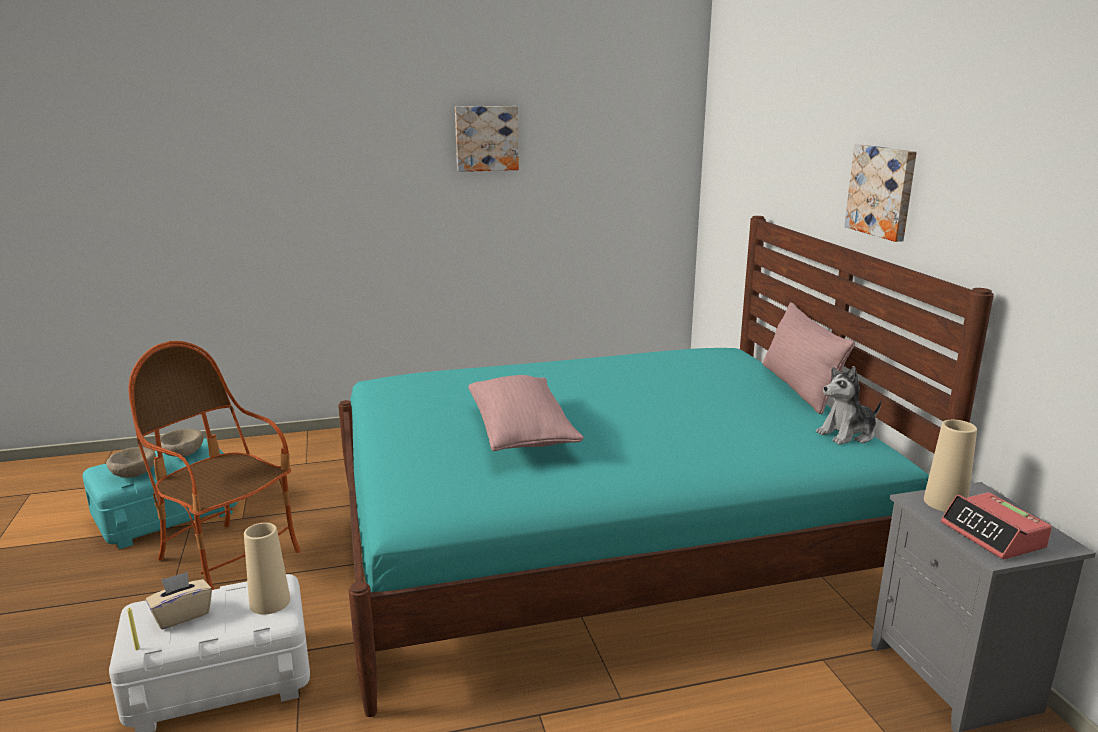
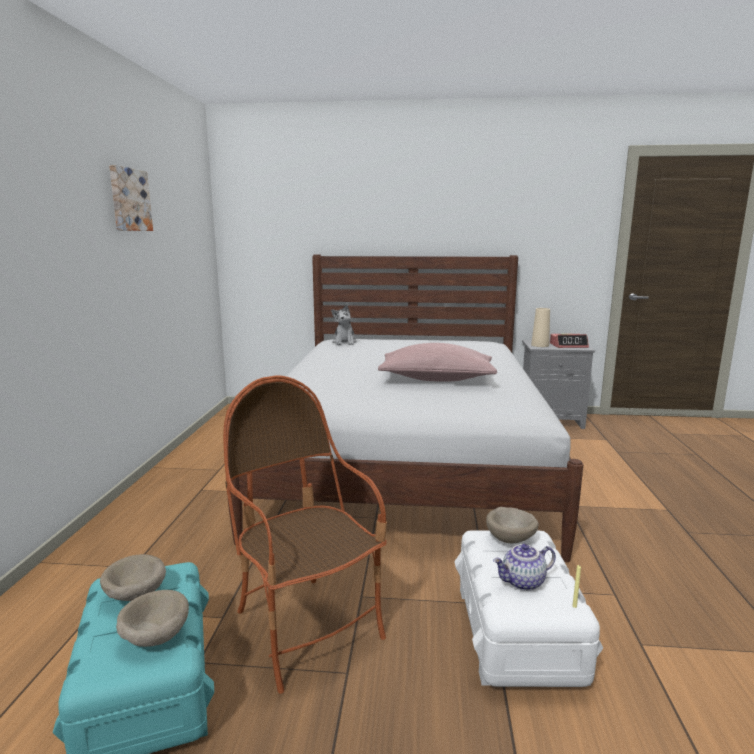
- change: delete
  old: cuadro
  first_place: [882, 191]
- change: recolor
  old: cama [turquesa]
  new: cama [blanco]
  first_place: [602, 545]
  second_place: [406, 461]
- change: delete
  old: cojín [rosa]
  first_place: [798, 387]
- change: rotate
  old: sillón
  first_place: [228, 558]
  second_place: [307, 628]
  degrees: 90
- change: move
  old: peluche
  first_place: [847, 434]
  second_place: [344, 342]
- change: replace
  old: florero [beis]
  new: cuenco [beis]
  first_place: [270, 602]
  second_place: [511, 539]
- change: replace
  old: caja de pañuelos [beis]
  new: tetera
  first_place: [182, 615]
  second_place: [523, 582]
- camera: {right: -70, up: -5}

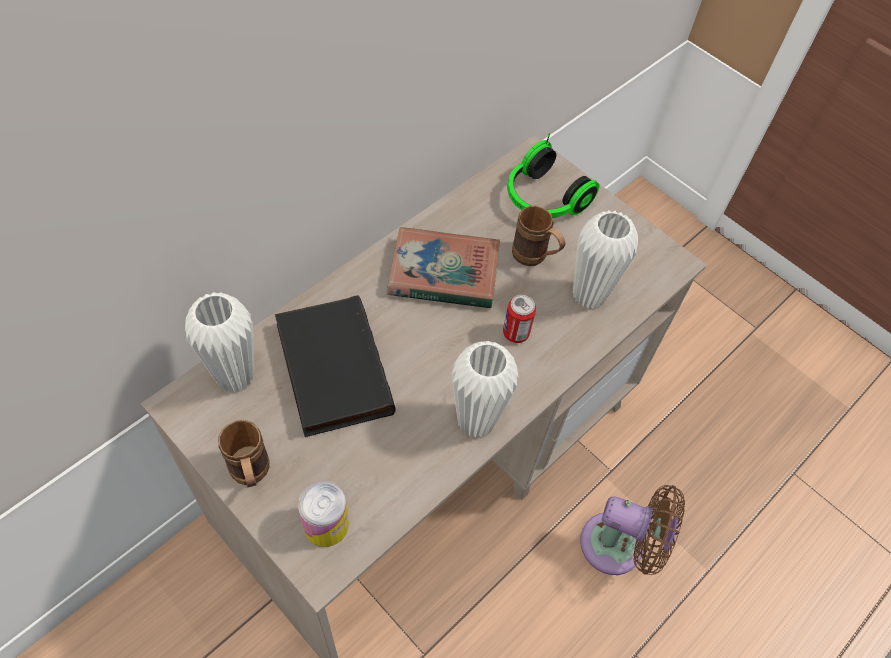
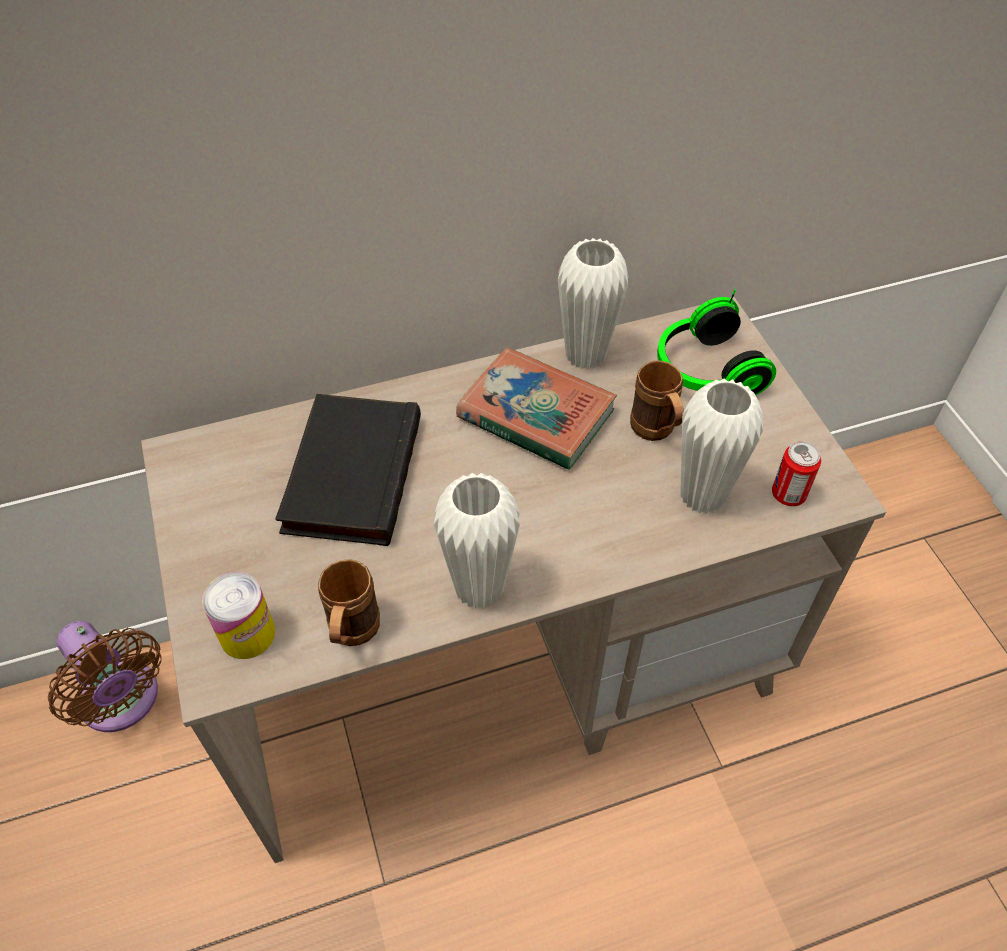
- change: move
  old: florero [blanco]
  first_place: [235, 376]
  second_place: [585, 355]
- change: move
  old: lata
  first_place: [515, 333]
  second_place: [788, 494]
- change: move
  old: taza grande [marrón]
  first_place: [251, 476]
  second_place: [351, 636]
- change: move
  old: ventilador [marrón]
  first_place: [619, 547]
  second_place: [123, 702]
- camera: {right: 30, up: -5}

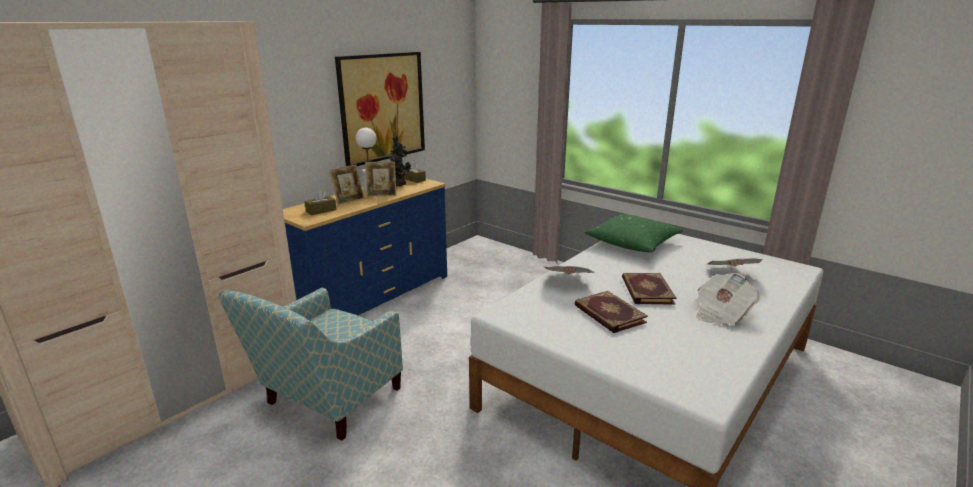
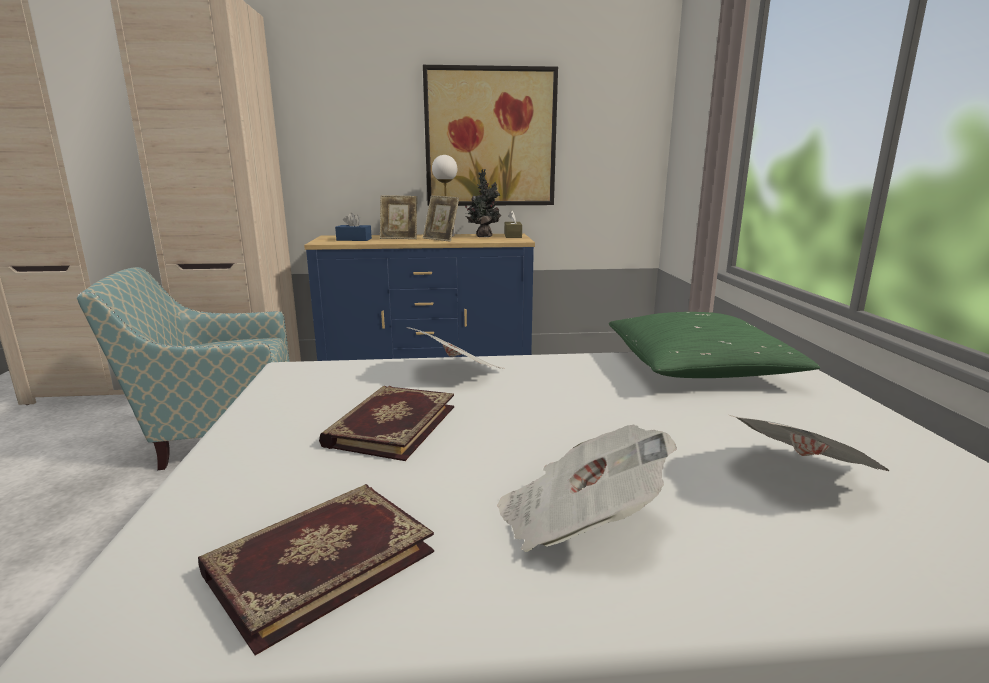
- change: recolor
  old: caja de pañuelos [marrón]
  new: caja de pañuelos [azul]
  first_place: [321, 211]
  second_place: [354, 239]
- change: move
  old: libro
  first_place: [646, 291]
  second_place: [319, 561]
- camera: {right: 45, up: -5}

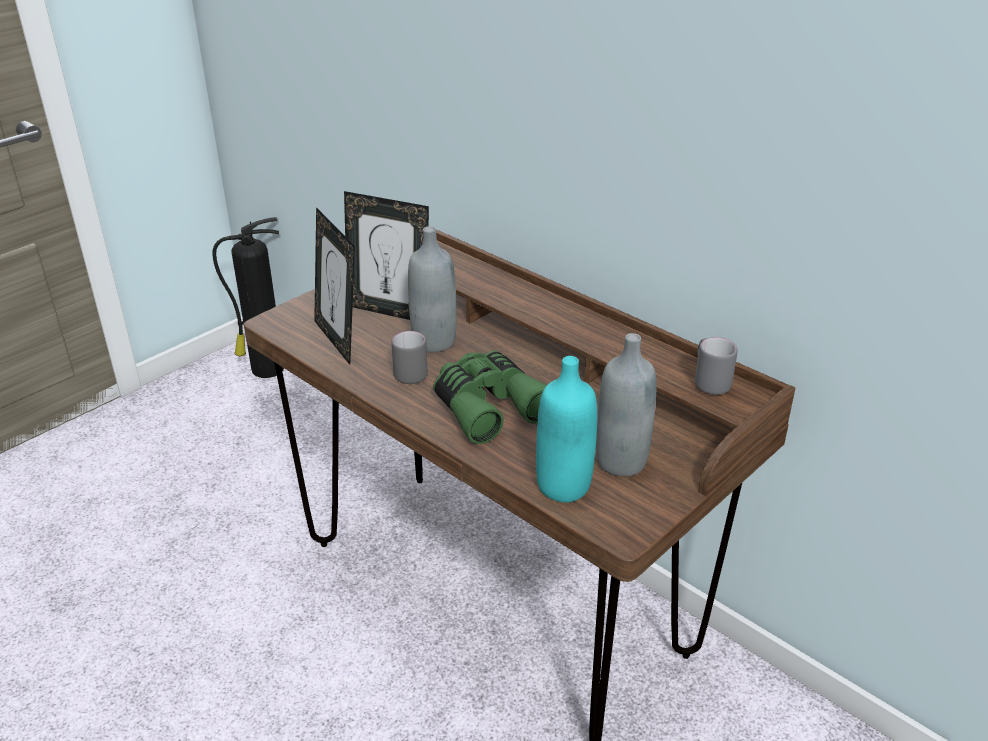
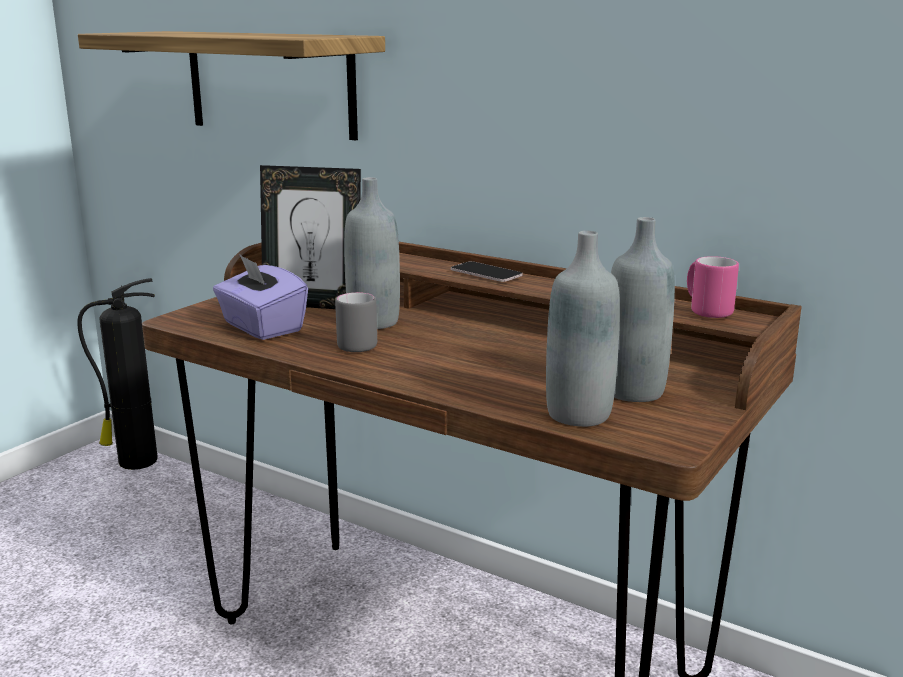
- change: replace
  old: portarretratos
  new: caja de pañuelos [morado]
  first_place: [339, 340]
  second_place: [261, 327]
- change: recolor
  old: taza grande [gris]
  new: taza grande [rosa]
  first_place: [709, 382]
  second_place: [706, 311]
- change: delete
  old: prismáticos [verde]
  first_place: [488, 406]
- change: recolor
  old: botella [turquesa]
  new: botella [gris]
  first_place: [563, 486]
  second_place: [579, 414]
- change: insert
  new: estante
  second_place: [270, 83]
- change: insert
  new: móvil
  second_place: [486, 273]
- camera: {right: -10, up: -15}

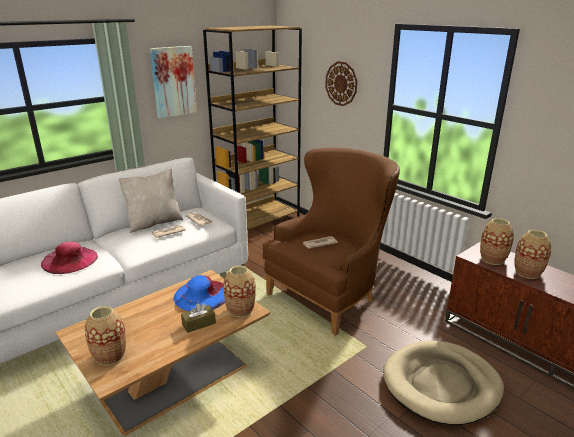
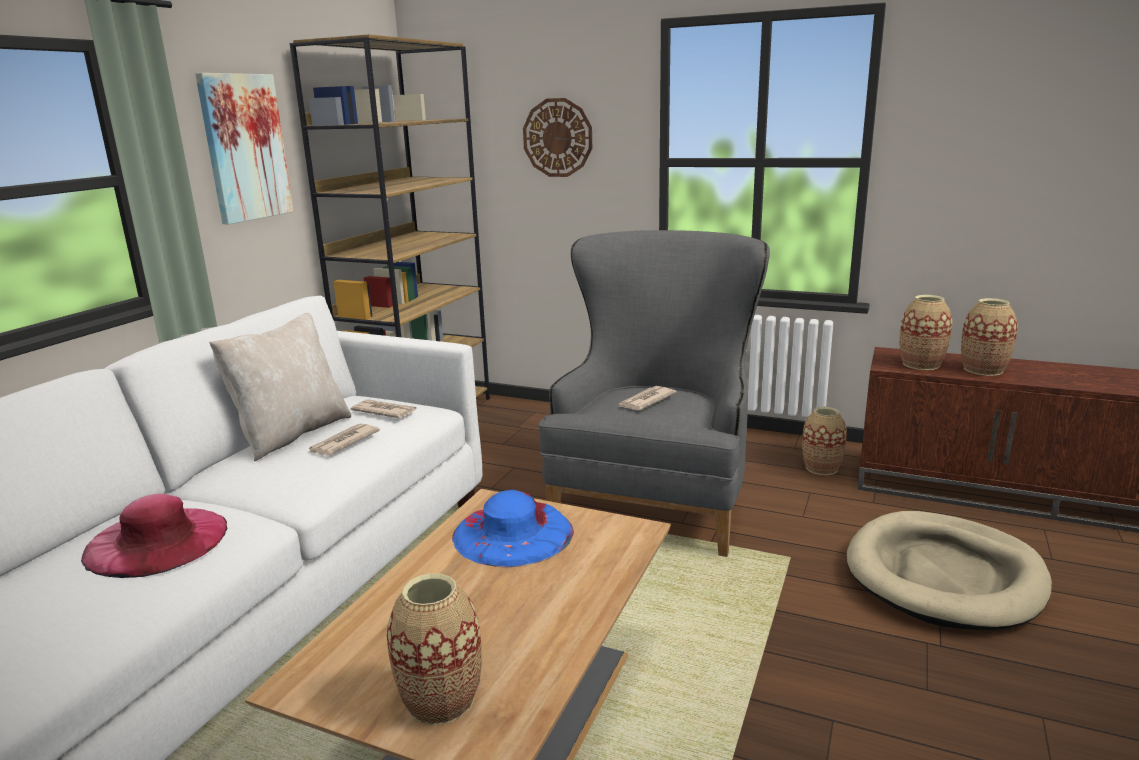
- change: recolor
  old: sillón [marrón]
  new: sillón [gris]
  first_place: [330, 295]
  second_place: [657, 500]
- change: move
  old: florero
  first_place: [240, 310]
  second_place: [821, 468]
- change: delete
  old: caja de pañuelos [marrón]
  first_place: [199, 324]
- camera: {right: -25, up: -5}

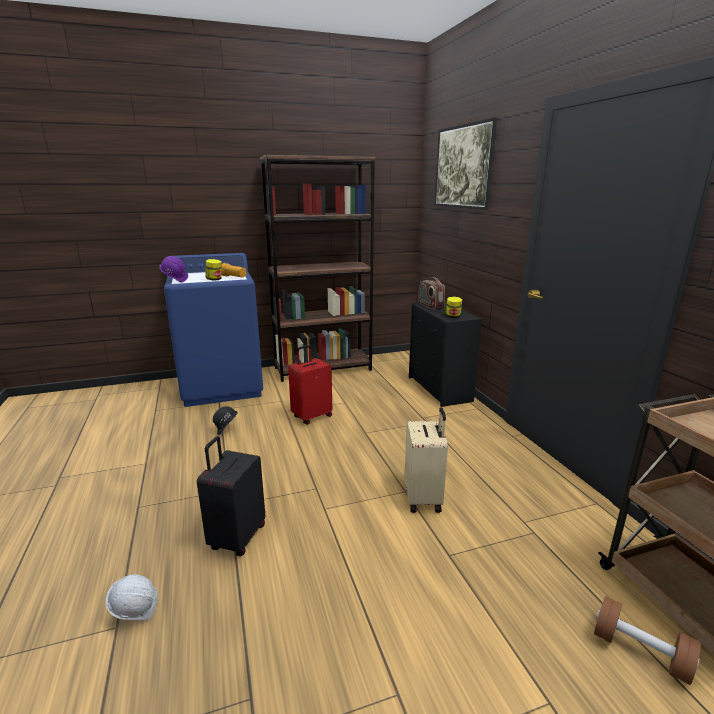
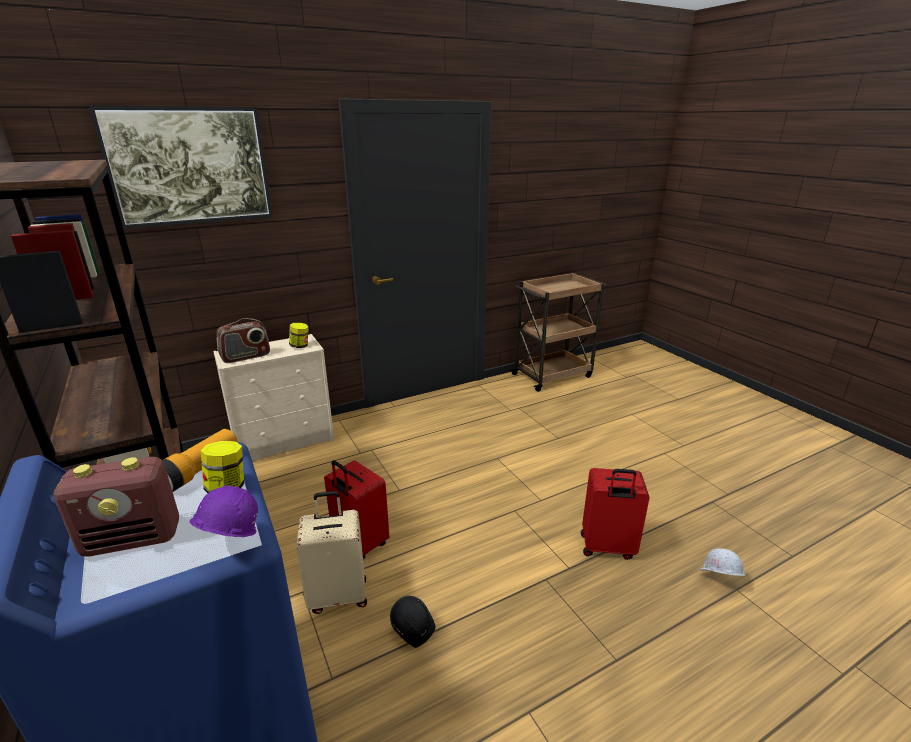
- change: recolor
  old: cómoda [negro]
  new: cómoda [beis]
  first_place: [439, 389]
  second_place: [285, 442]
- change: move
  old: maleta [beis]
  first_place: [424, 498]
  second_place: [338, 595]
- change: recolor
  old: maleta [negro]
  new: maleta [rojo]
  first_place: [236, 538]
  second_place: [607, 547]
- change: delete
  old: mancuerna [marrón]
  first_place: [640, 651]
- change: insert
  new: radio
  second_place: [134, 539]
- camera: {right: -100, up: 5}

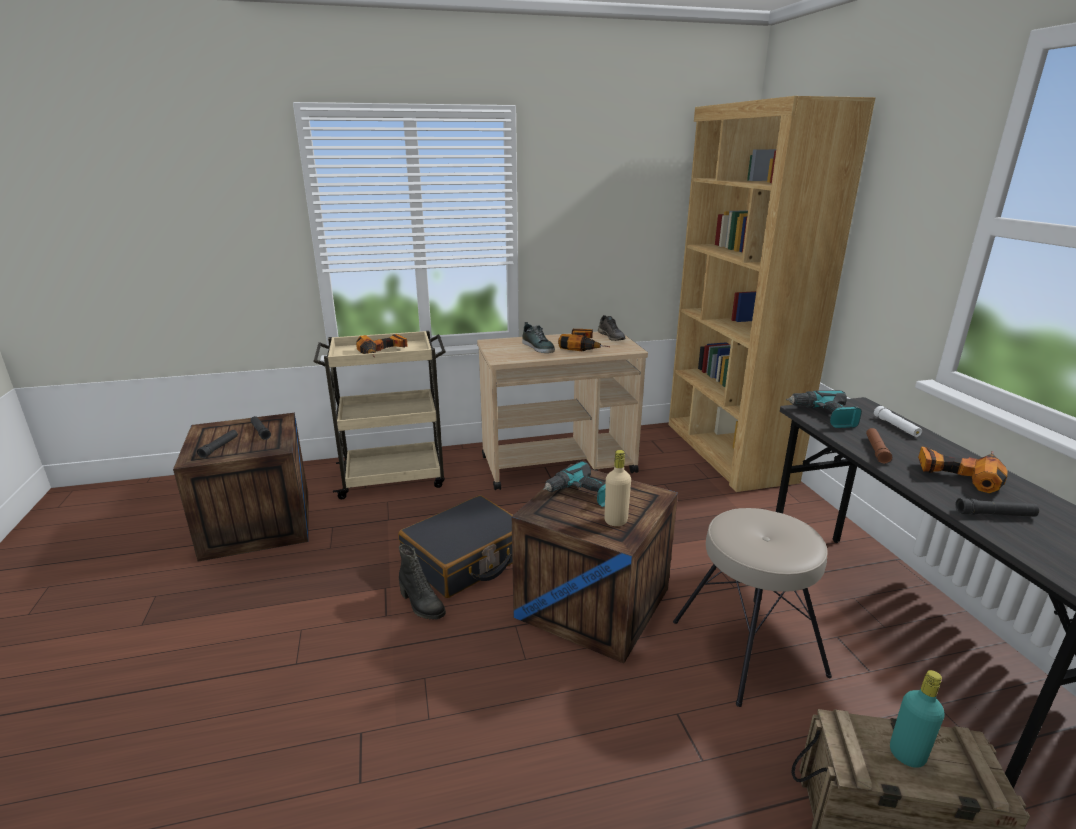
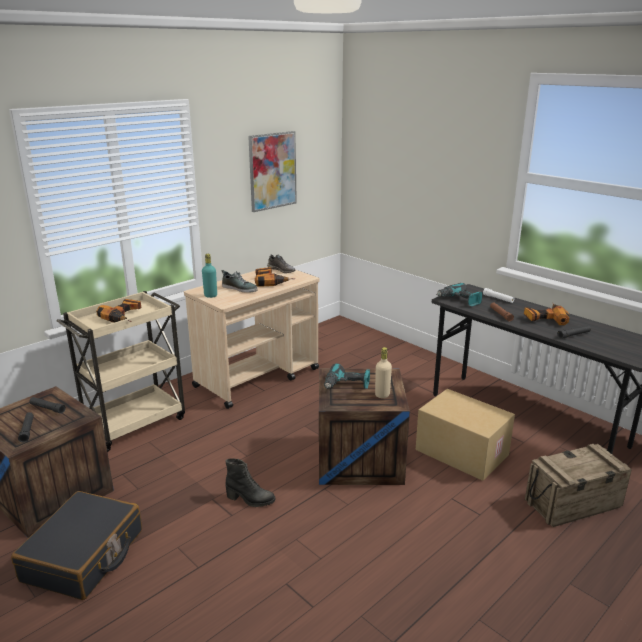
- change: delete
  old: estantería [marrón]
  first_place: [727, 451]
- change: move
  old: maleta [negro]
  first_place: [466, 559]
  second_place: [84, 556]
- change: replace
  old: taburete [beis]
  new: caja de cartón
  first_place: [746, 648]
  second_place: [460, 452]
- change: move
  old: botella [turquesa]
  first_place: [906, 755]
  second_place: [210, 295]
- change: insert
  new: cuadro
  second_place: [272, 171]
- camera: {right: -30, up: 0}

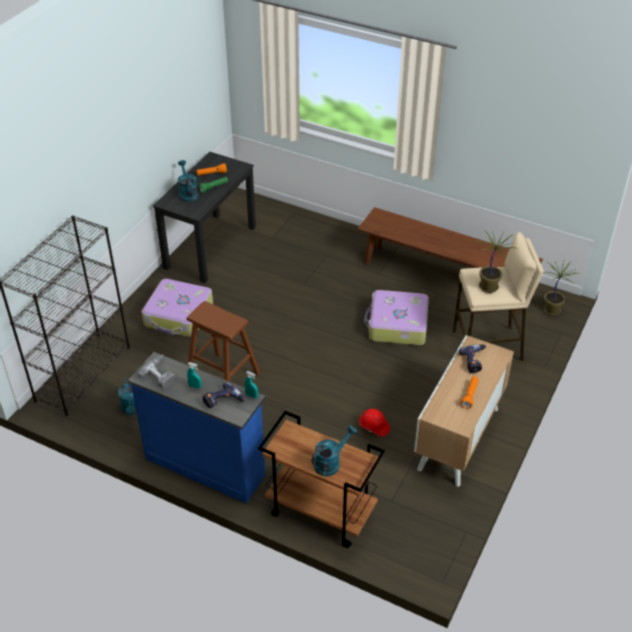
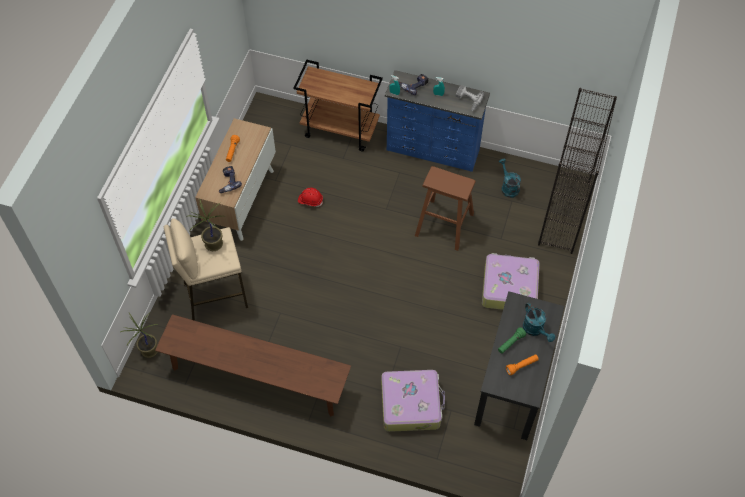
- change: move
  old: maleta
  first_place: [397, 325]
  second_place: [411, 404]
- change: delete
  old: regadera [turquesa]
  first_place: [331, 462]
- camera: {right: 170, up: 15}

